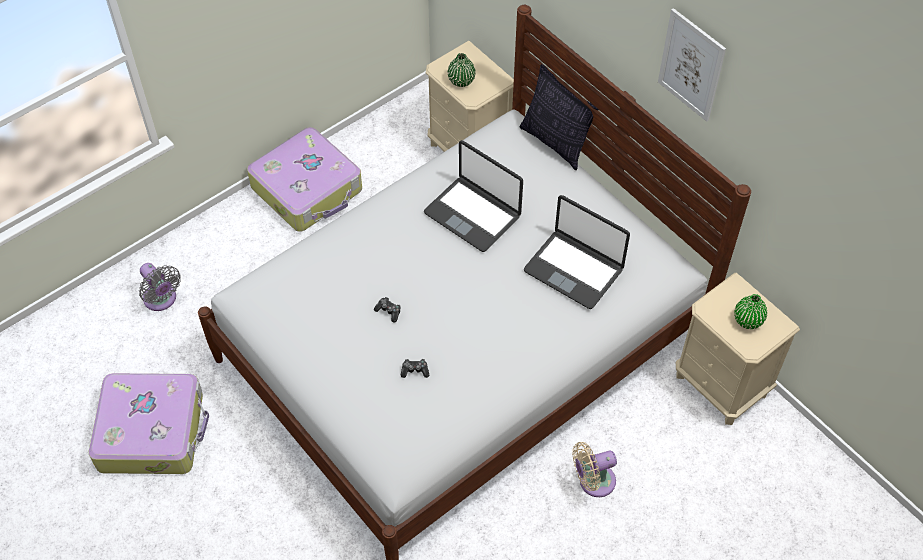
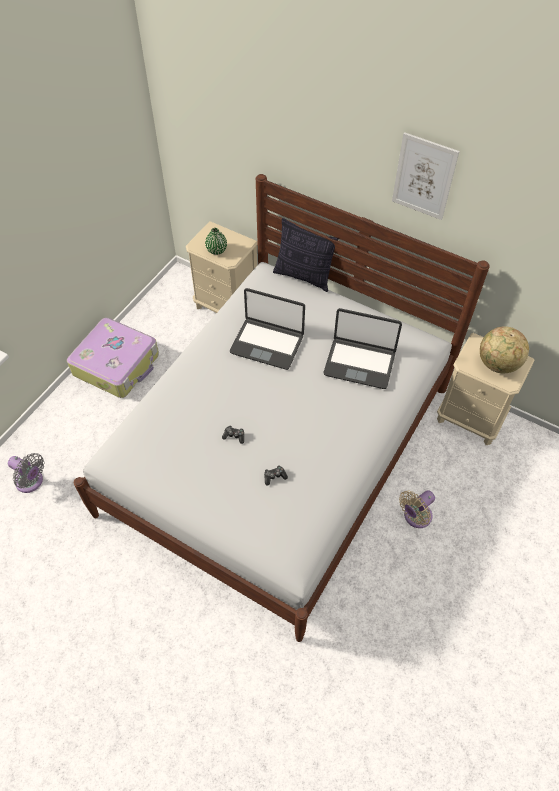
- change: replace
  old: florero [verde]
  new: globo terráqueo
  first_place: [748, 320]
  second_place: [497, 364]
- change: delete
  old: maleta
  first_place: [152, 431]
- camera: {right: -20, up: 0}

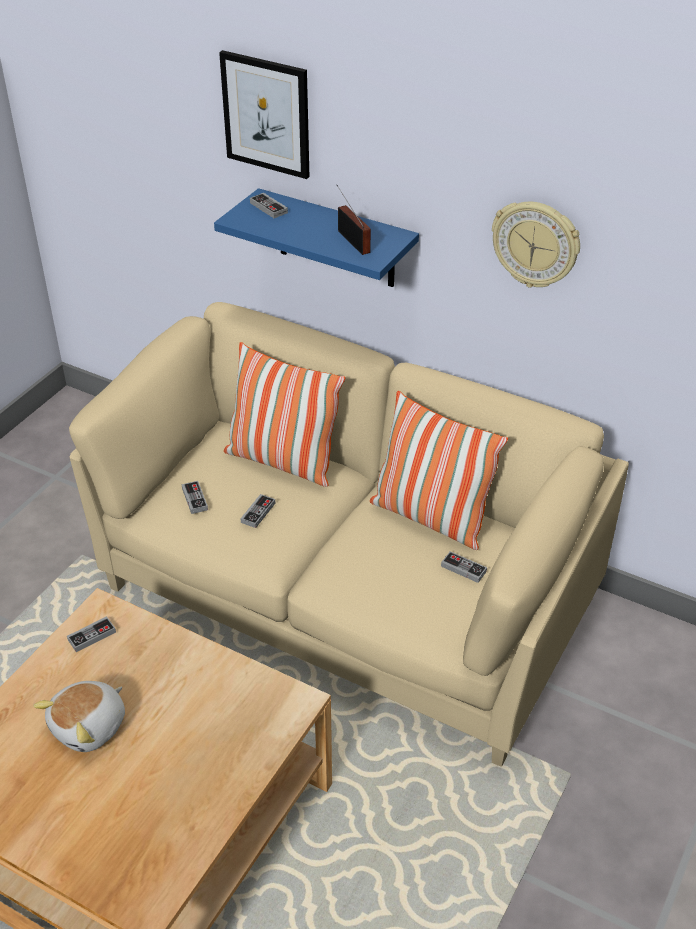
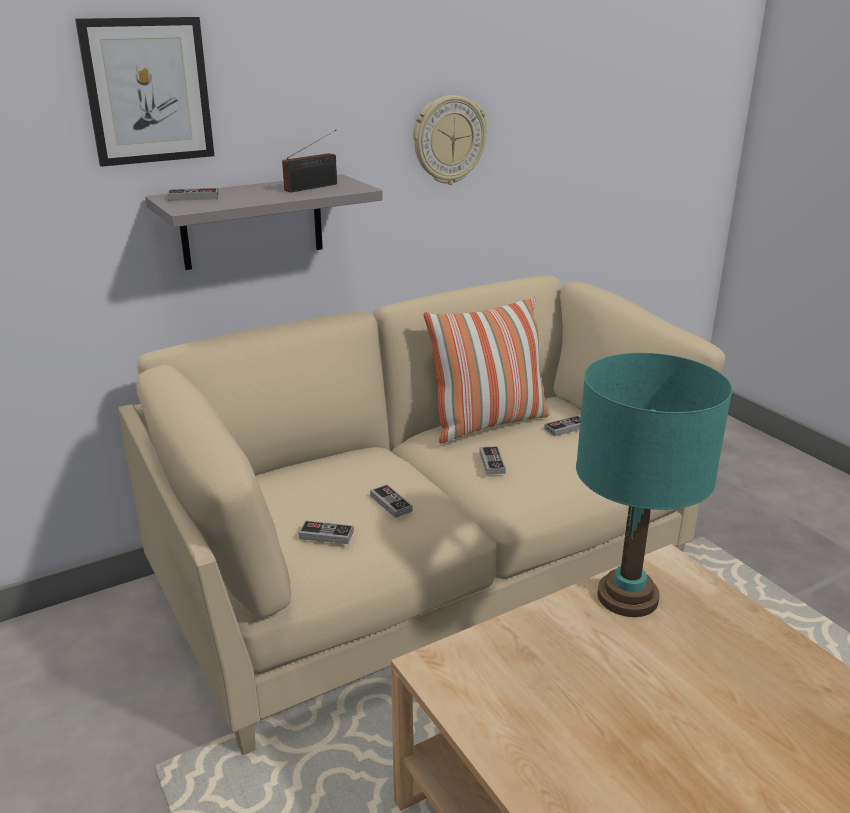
- change: rotate
  old: radio
  first_place: [353, 240]
  second_place: [314, 187]
  degrees: 135
- change: recolor
  old: estante [azul]
  new: estante [gris]
  first_place: [336, 239]
  second_place: [252, 222]
- change: delete
  old: cojín
  first_place: [282, 461]
- change: move
  old: mando de consola
  first_place: [92, 636]
  second_place: [492, 462]
- change: delete
  old: peluche
  first_place: [90, 727]
- change: insert
  new: lámpara de mesa [turquesa]
  second_place: [628, 597]
- camera: {right: -60, up: -15}

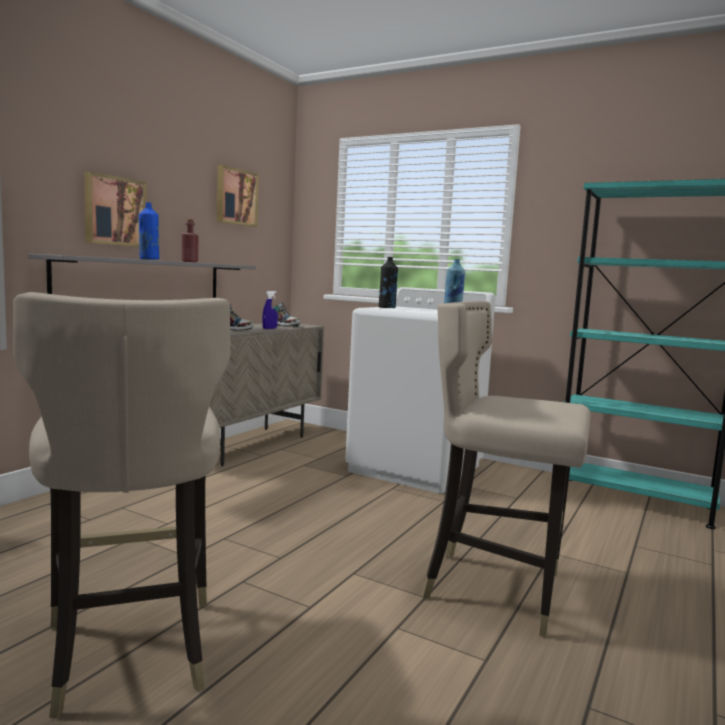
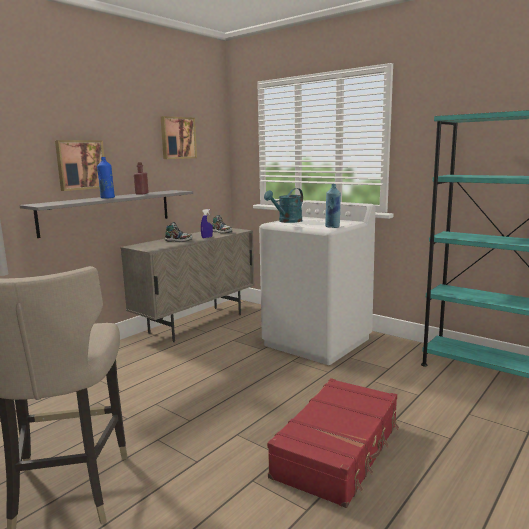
- change: replace
  old: botella [negro]
  new: regadera [turquesa]
  first_place: [387, 308]
  second_place: [287, 221]
- change: replace
  old: taburete [beis]
  new: maleta [rojo]
  first_place: [496, 589]
  second_place: [338, 450]
- camera: {right: 10, up: 5}

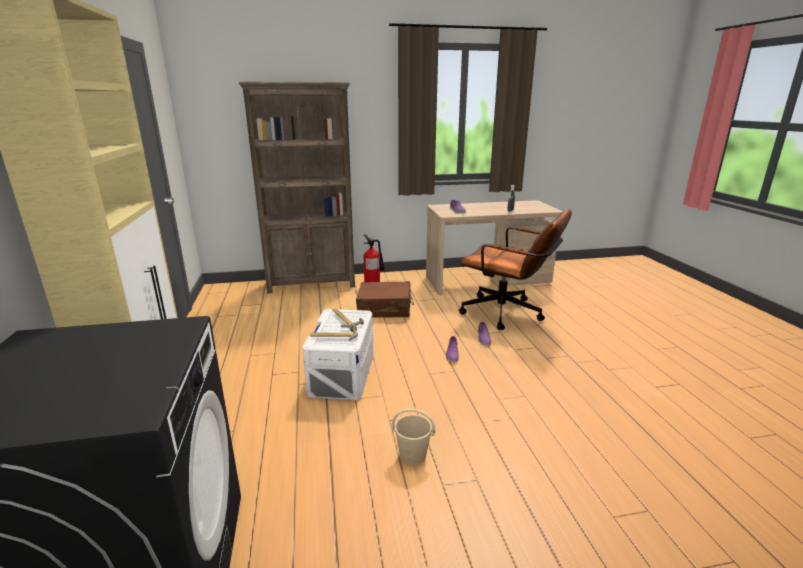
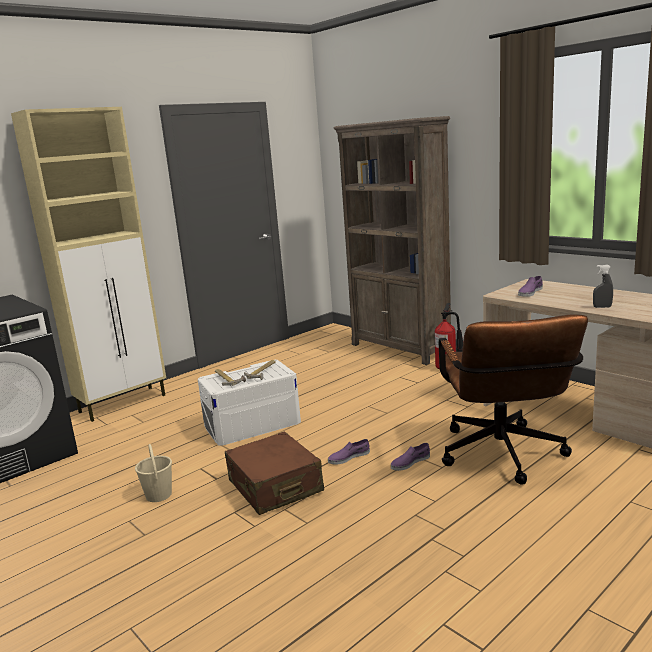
- change: move
  old: maleta [marrón]
  first_place: [385, 309]
  second_place: [275, 486]
- camera: {right: 60, up: -5}

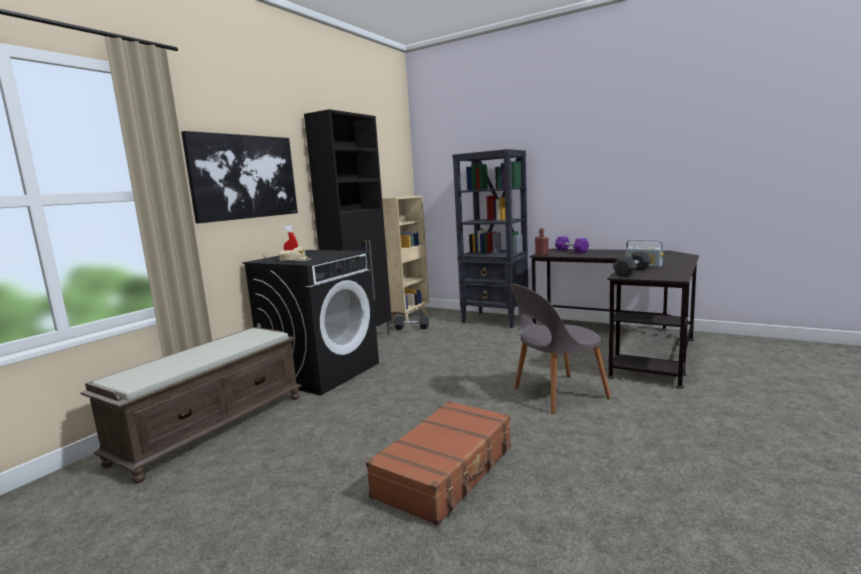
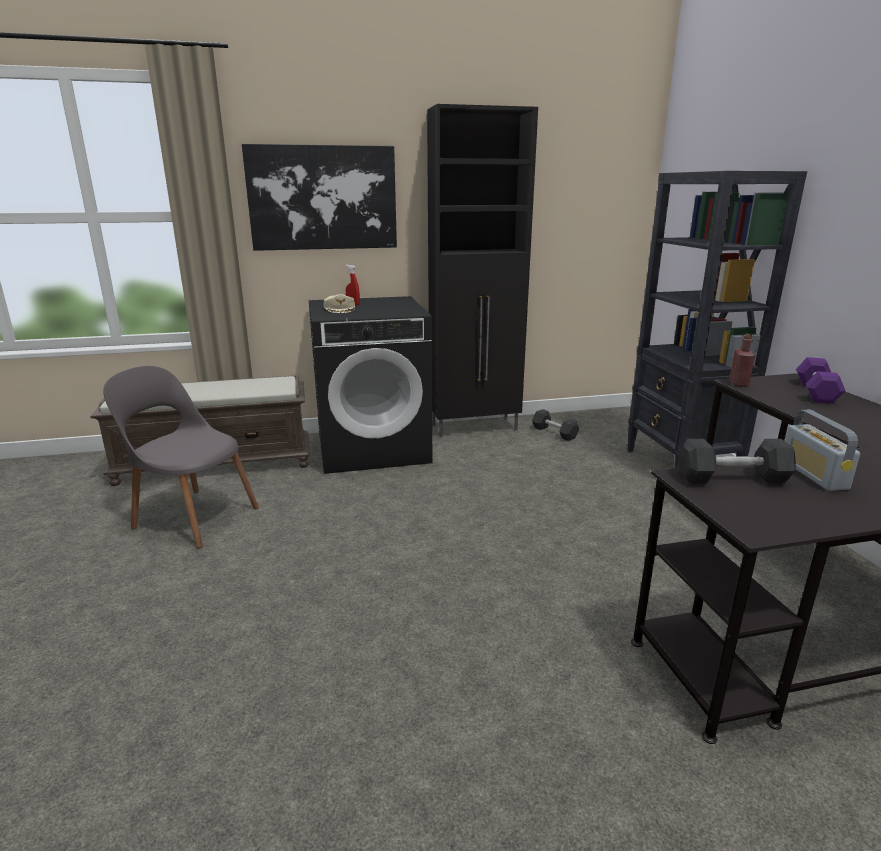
- change: delete
  old: estantería [beis]
  first_place: [409, 318]
- change: move
  old: silla [gris]
  first_place: [557, 394]
  second_place: [193, 516]
- change: delete
  old: maleta [marrón]
  first_place: [446, 471]
- camera: {right: 45, up: 10}

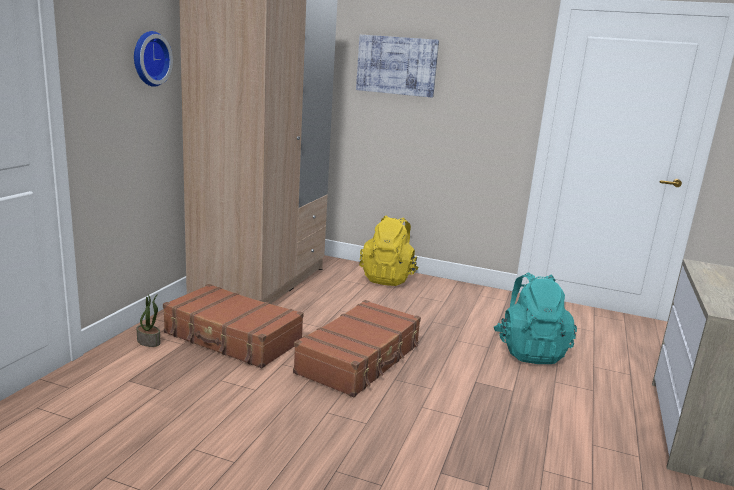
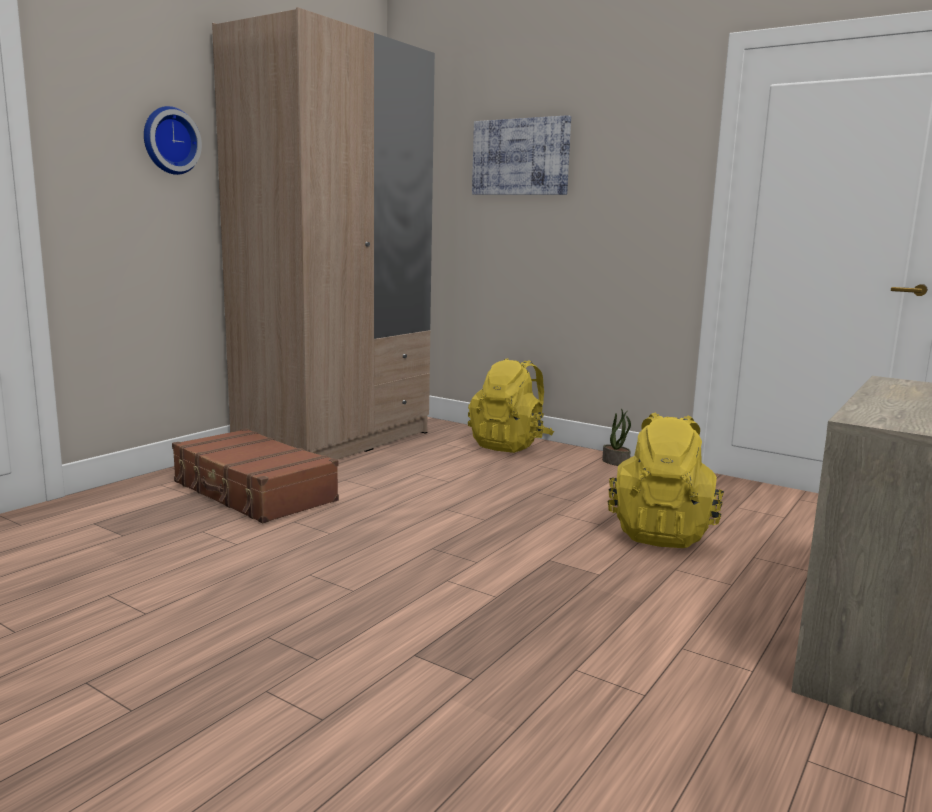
- change: recolor
  old: mochila [turquesa]
  new: mochila [amarillo]
  first_place: [530, 351]
  second_place: [661, 533]
- change: move
  old: planta en maceta
  first_place: [149, 341]
  second_place: [616, 462]
- change: delete
  old: maleta [marrón]
  first_place: [360, 359]
- camera: {right: 15, up: -5}

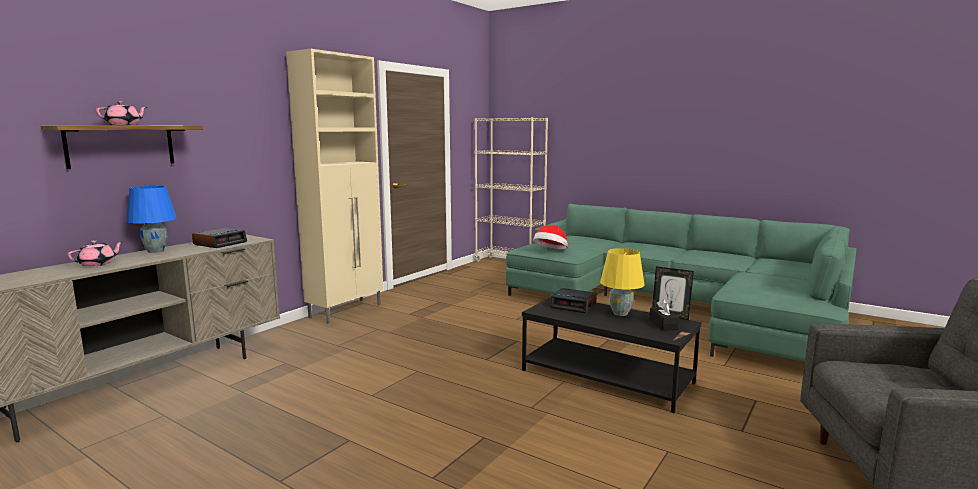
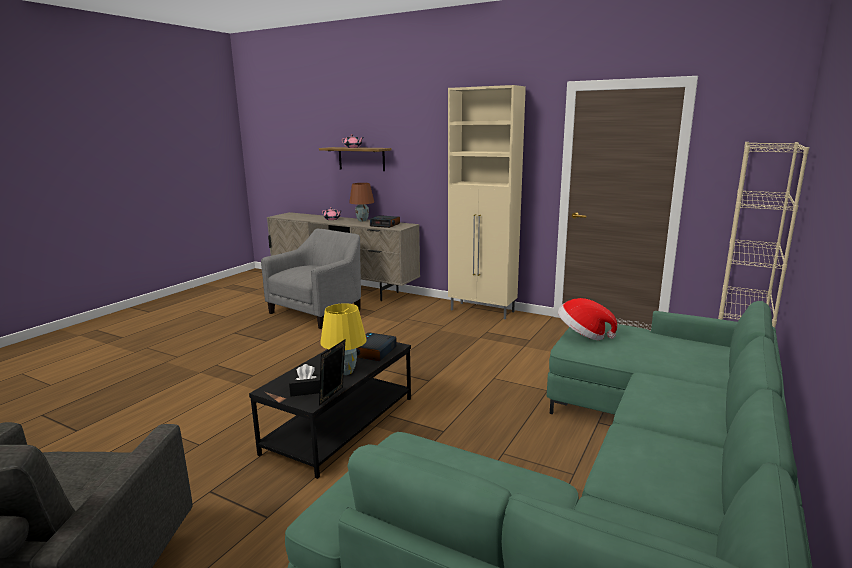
- change: recolor
  old: lámpara de mesa [azul]
  new: lámpara de mesa [marrón]
  first_place: [156, 251]
  second_place: [362, 220]
- change: insert
  new: sillón [gris]
  second_place: [319, 311]
- camera: {right: 85, up: 5}

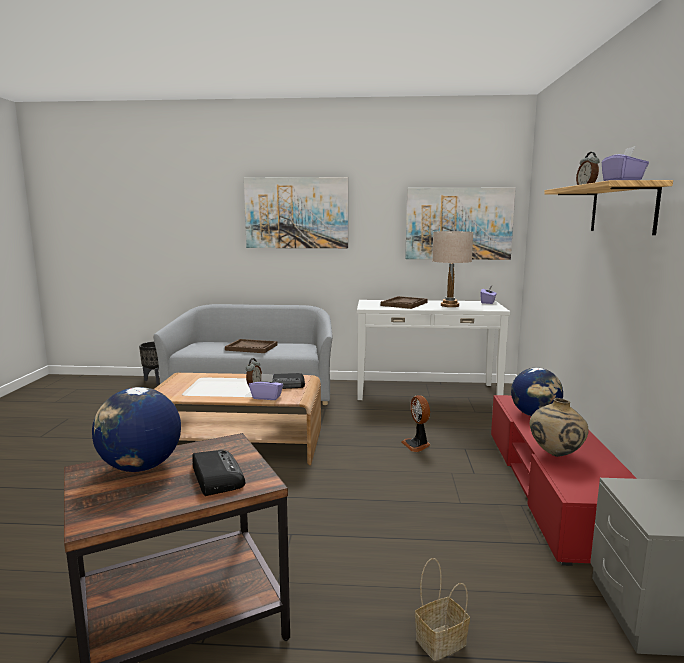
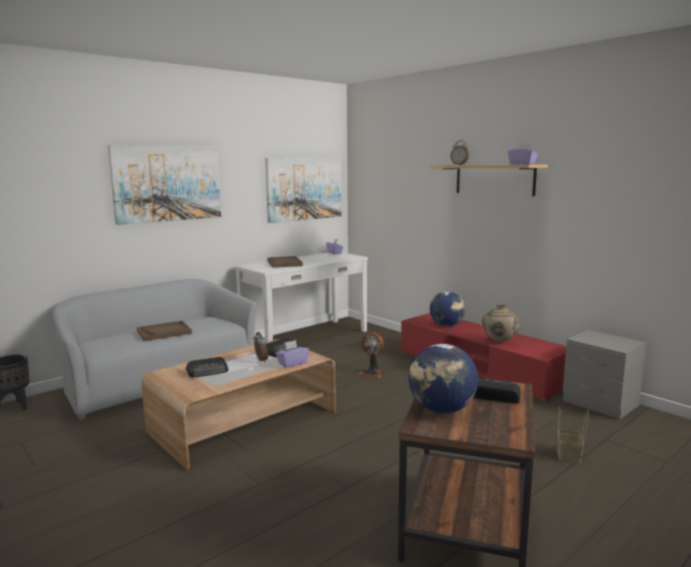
- change: delete
  old: lámpara de mesa [beis]
  first_place: [449, 305]
- change: insert
  new: radio
  second_place: [208, 371]
- camera: {right: -45, up: 0}

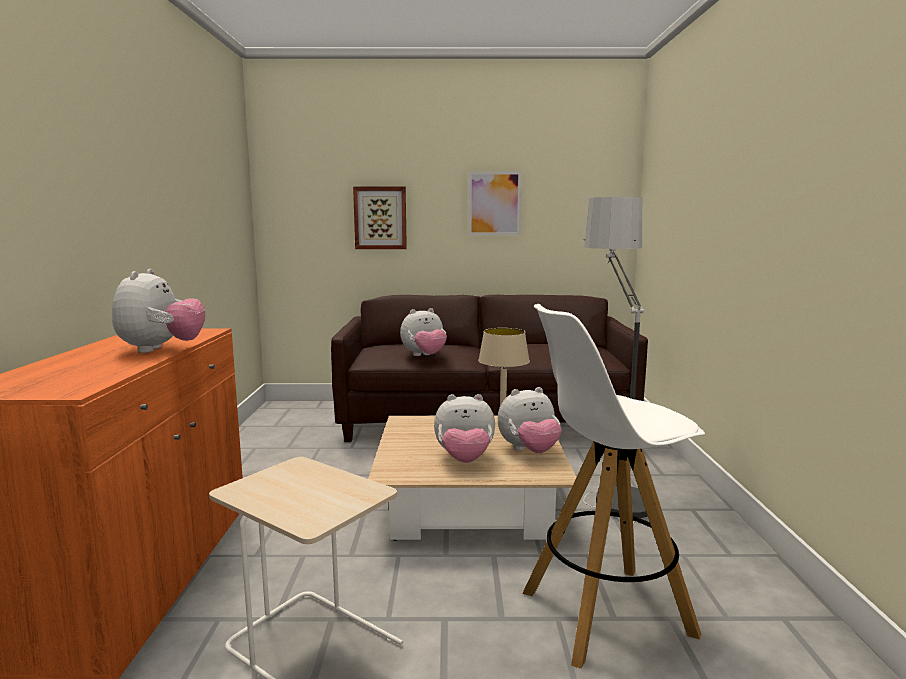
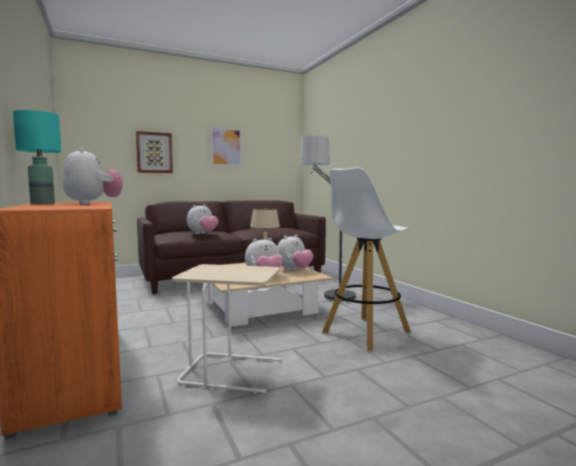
- change: insert
  new: lámpara de mesa [turquesa]
  second_place: [43, 203]
- camera: {right: -25, up: -5}

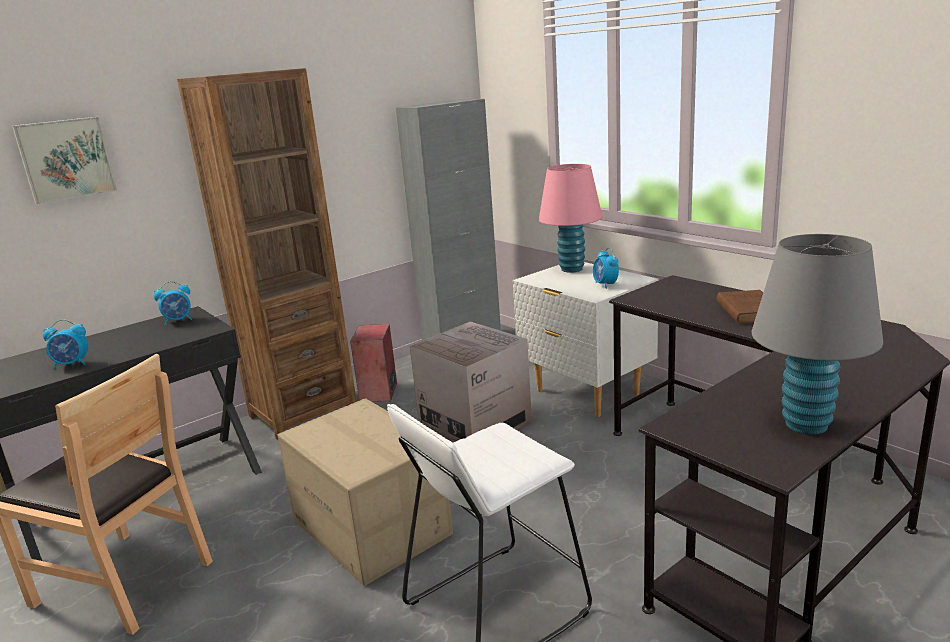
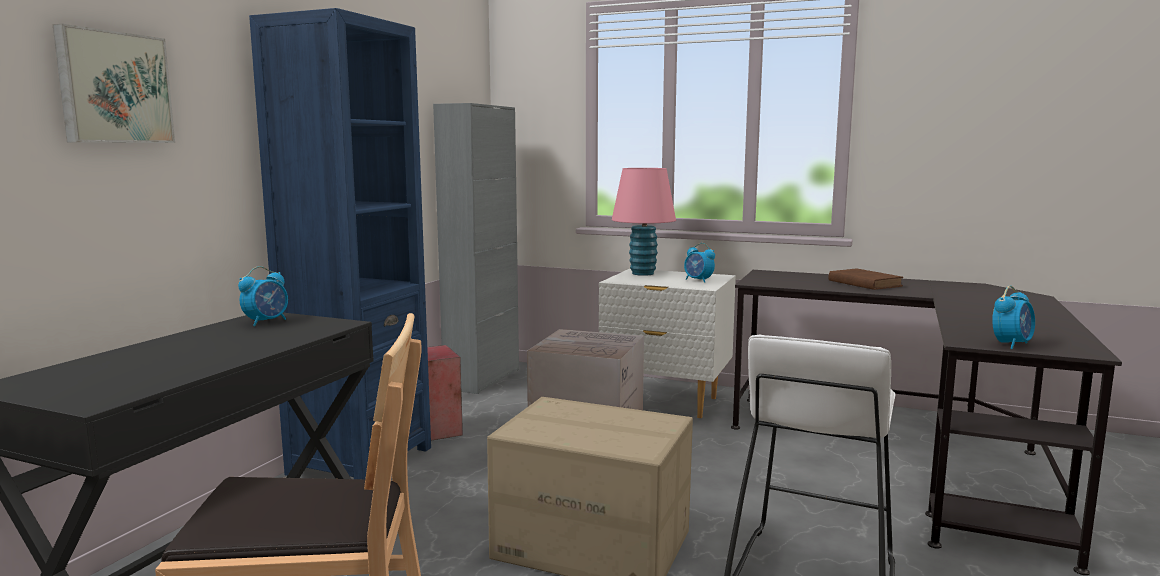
- change: recolor
  old: estantería [marrón]
  new: estantería [azul]
  first_place: [303, 413]
  second_place: [360, 461]
- change: delete
  old: lámpara de mesa [gris]
  first_place: [806, 425]
- change: move
  old: despertador
  first_place: [72, 364]
  second_place: [1011, 344]
- camera: {right: -30, up: -10}

